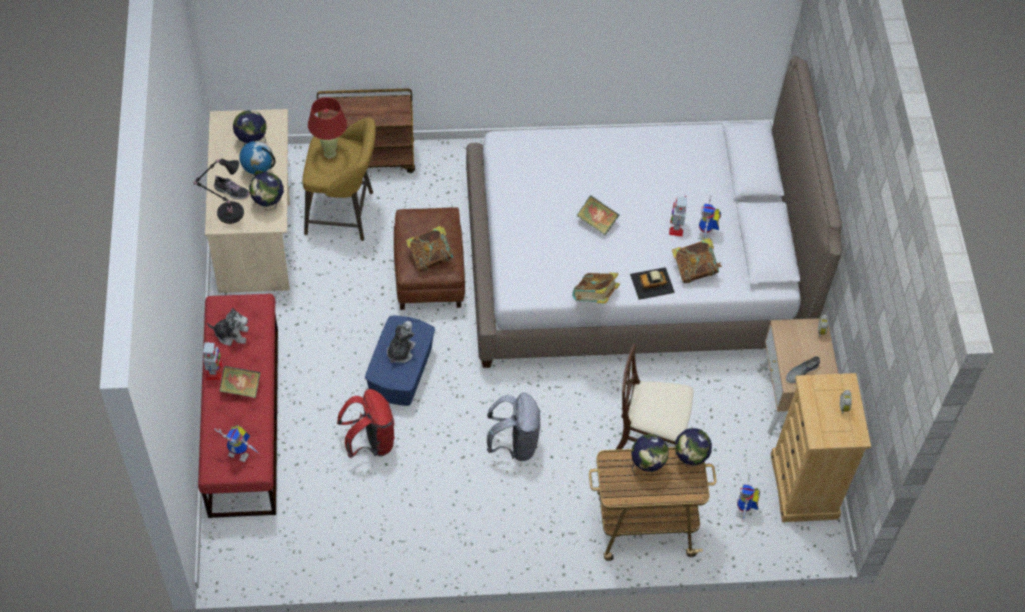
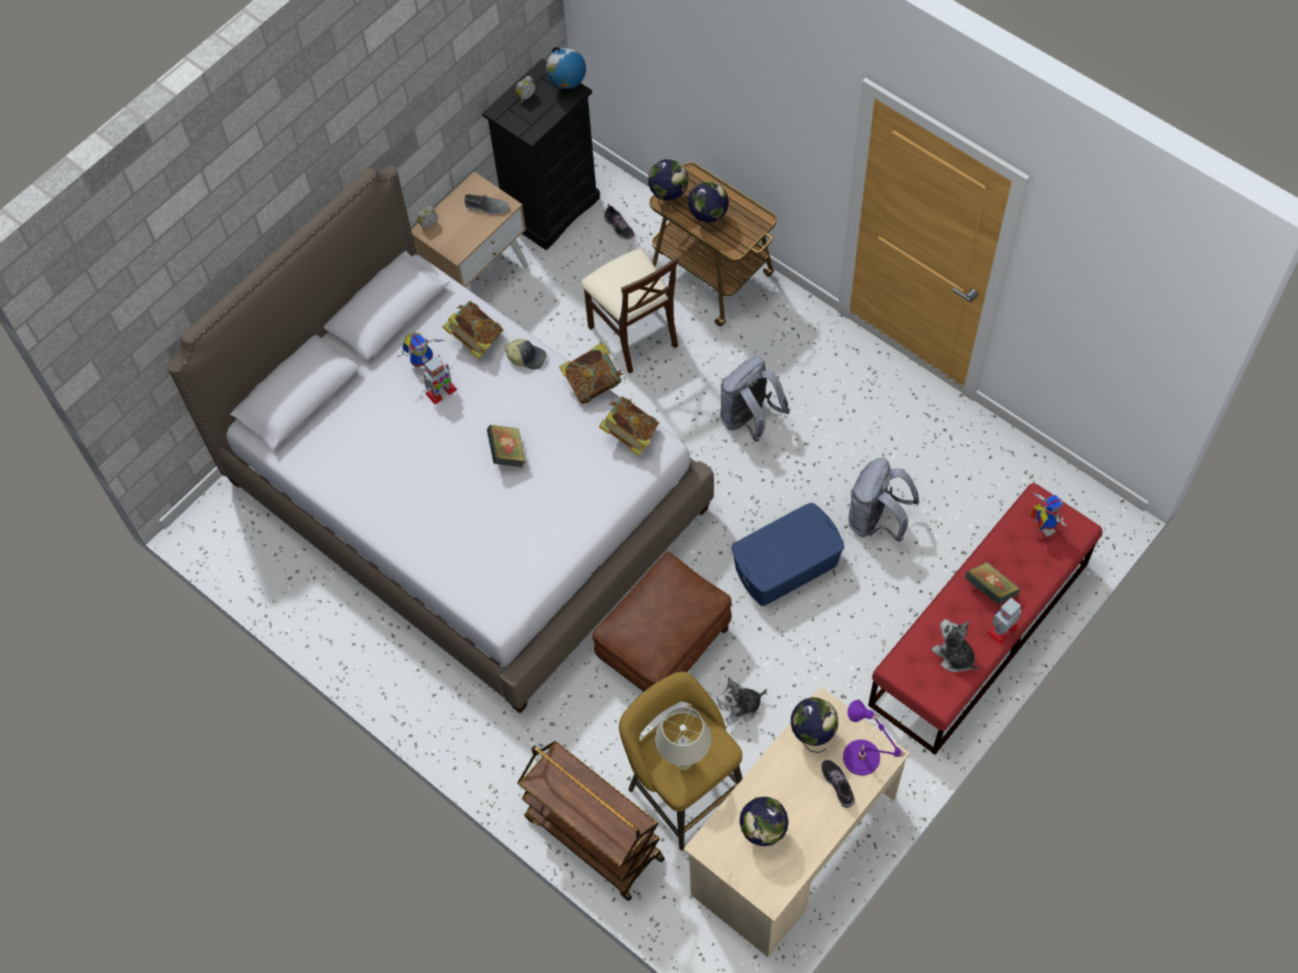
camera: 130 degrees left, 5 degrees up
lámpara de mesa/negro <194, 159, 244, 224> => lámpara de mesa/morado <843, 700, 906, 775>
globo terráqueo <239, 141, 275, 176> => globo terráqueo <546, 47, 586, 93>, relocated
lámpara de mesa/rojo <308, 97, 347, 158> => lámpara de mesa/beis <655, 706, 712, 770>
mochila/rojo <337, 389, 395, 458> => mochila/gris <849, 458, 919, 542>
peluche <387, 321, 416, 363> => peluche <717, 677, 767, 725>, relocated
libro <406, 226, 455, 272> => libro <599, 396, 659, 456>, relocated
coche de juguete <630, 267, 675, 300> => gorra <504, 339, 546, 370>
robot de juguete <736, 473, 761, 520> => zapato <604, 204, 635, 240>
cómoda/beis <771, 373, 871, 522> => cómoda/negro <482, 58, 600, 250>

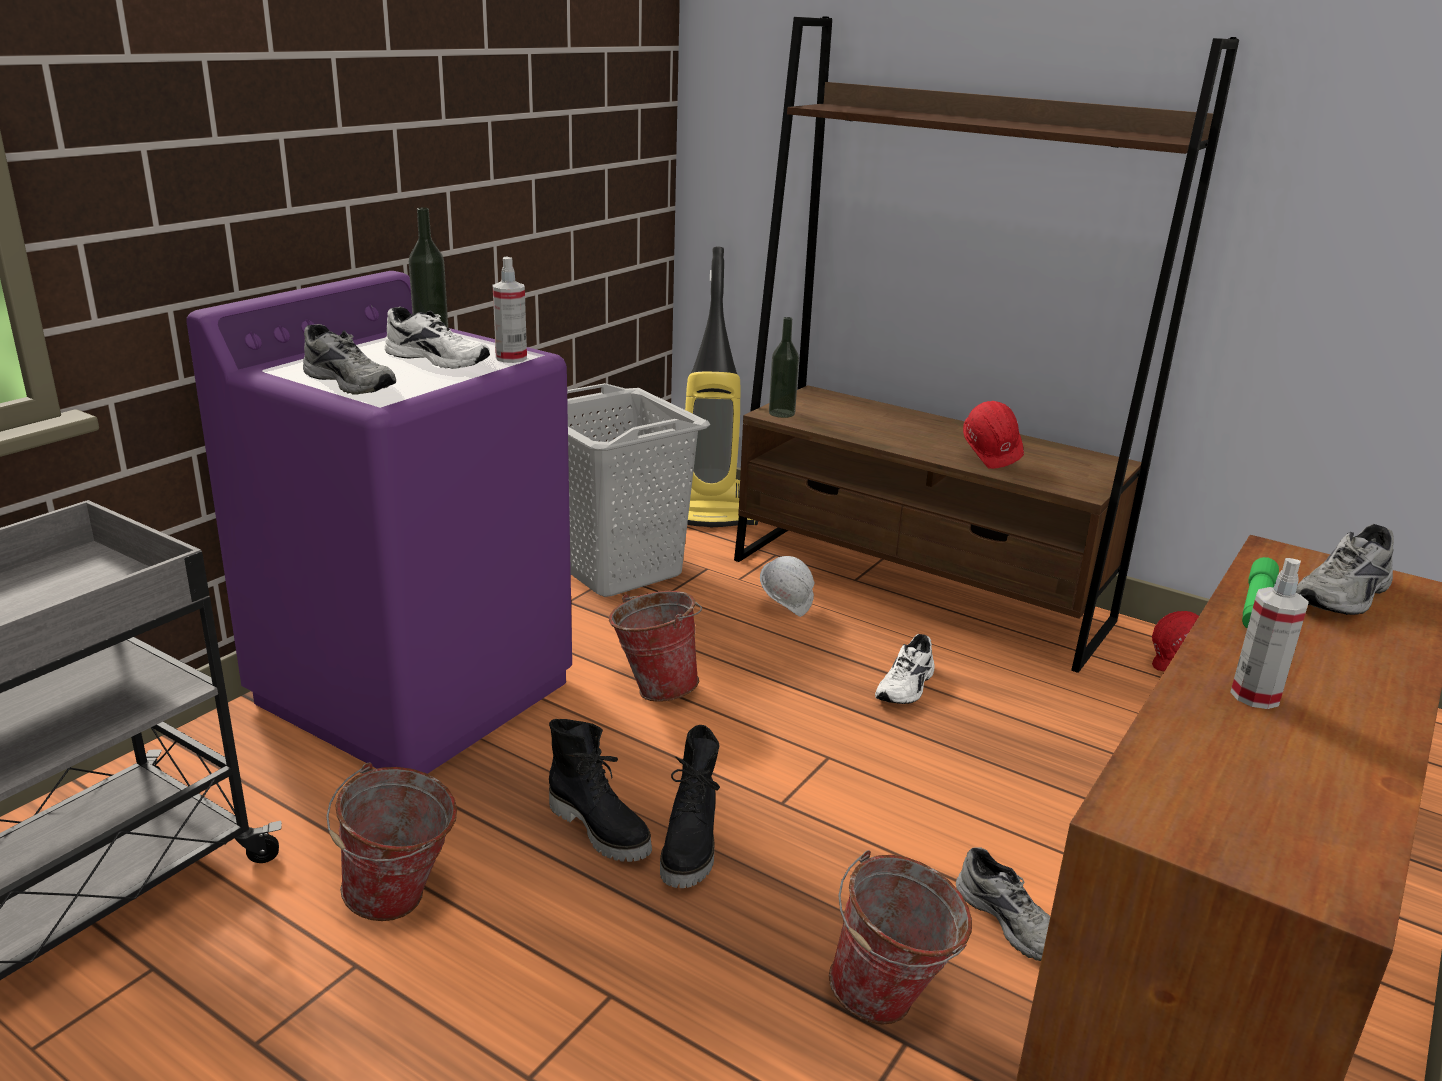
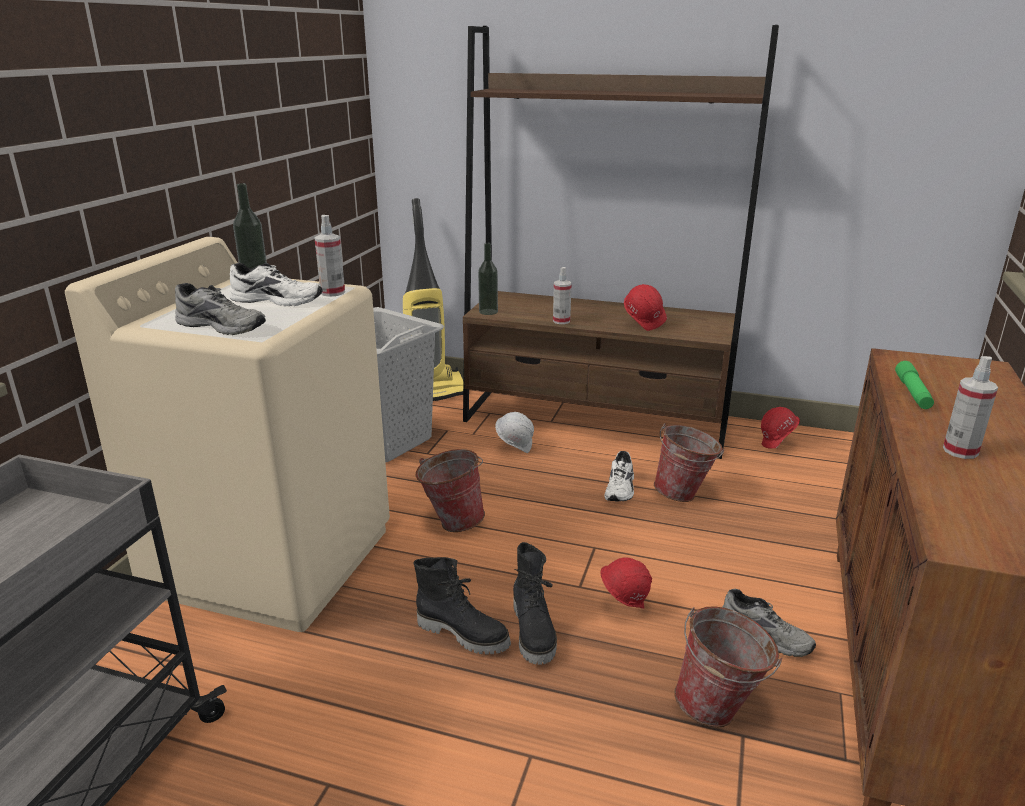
camera: 15 degrees left, 0 degrees up
lavadora/morado <187, 271, 572, 774> => lavadora/beis <65, 237, 390, 632>
cubo <326, 763, 457, 921> => cubo <654, 423, 725, 502>, relocated
zapato/gris <1296, 524, 1394, 615> => nothing
nothing => pulverizador <553, 267, 572, 324>
nothing => casco/rojo <600, 557, 652, 609>

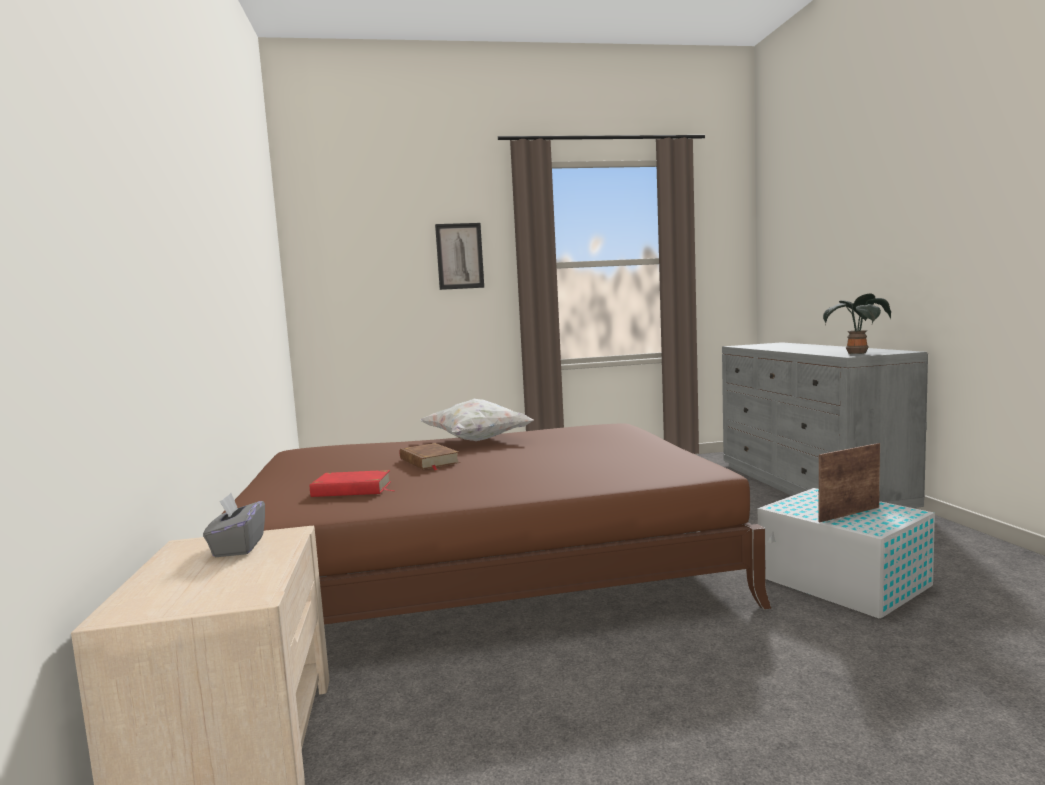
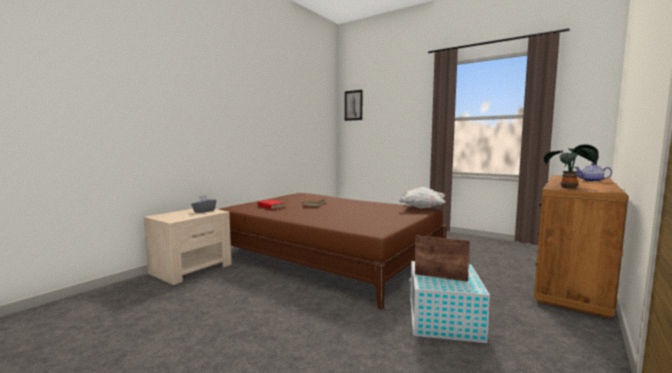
camera: 45 degrees right, 0 degrees up
cojín/blanco <421, 399, 534, 441> => cojín/blanco <398, 187, 446, 208>, relocated
cuadro <435, 223, 484, 290> => cuadro <345, 90, 363, 121>, relocated
cómoda/gris <722, 342, 928, 508> => cómoda/marrón <534, 175, 628, 319>
nothing => tetera <575, 163, 612, 182>

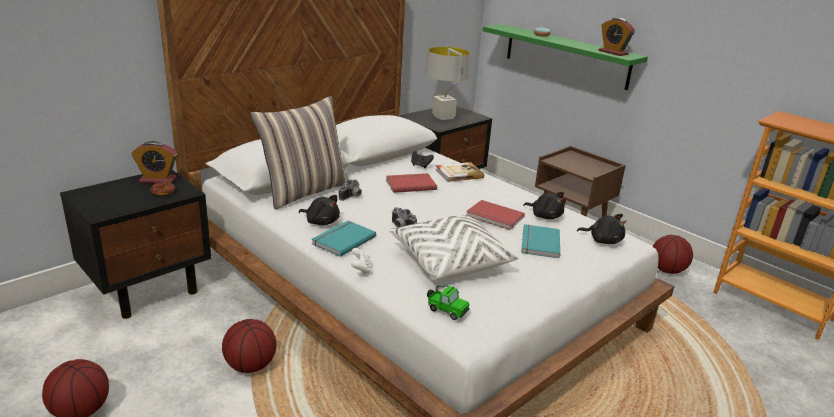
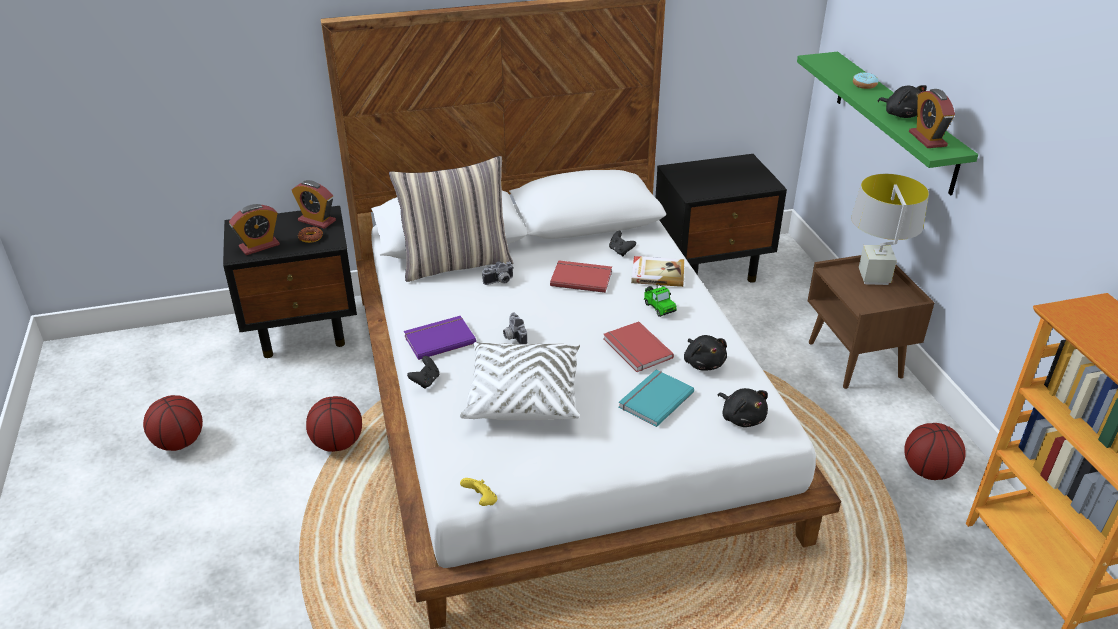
camera: 30 degrees right, 10 degrees up
peluche/negro <299, 195, 340, 225> => peluche/negro <878, 85, 927, 118>, relocated
libro/turquesa <312, 221, 376, 257> => libro/morado <404, 316, 476, 360>
mando de consola/blanco <351, 248, 371, 275> => mando de consola/negro <407, 356, 439, 389>
lámpara de mesa/gris <425, 47, 470, 120> => lámpara de mesa/gris <851, 174, 929, 285>, relocated
coche de juguete <427, 286, 470, 320> => coche de juguete <643, 284, 677, 317>, relocated
nothing => despertador <229, 204, 280, 255>
nothing => mando de consola/amarillo <460, 478, 497, 506>

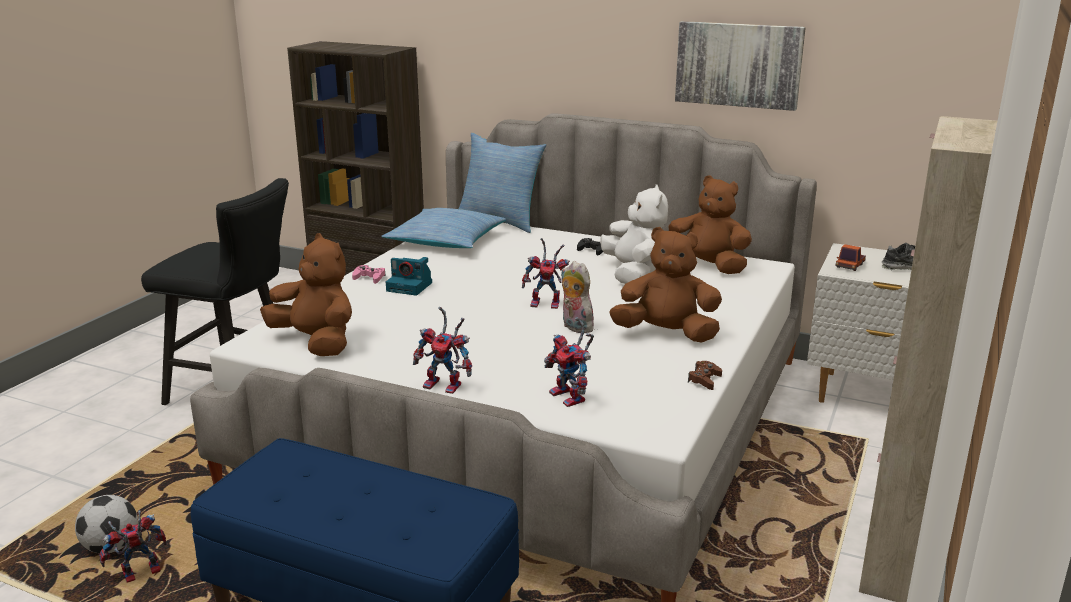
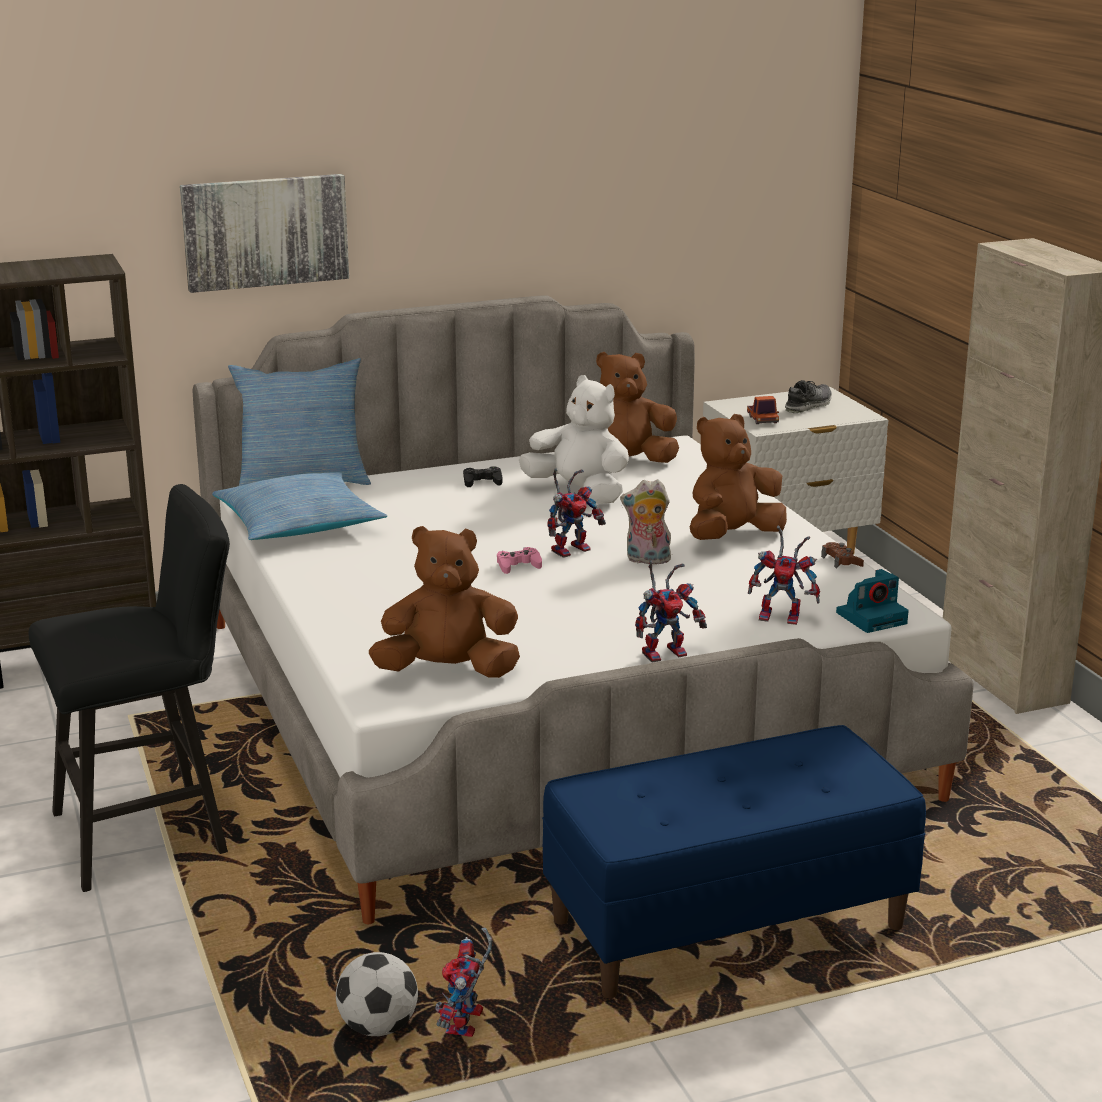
camera: 45 degrees left, 0 degrees up
mando de consola/rosa <352, 265, 385, 284> => mando de consola/rosa <497, 547, 542, 574>, relocated
cámara <386, 257, 432, 296> => cámara <836, 569, 909, 633>, relocated
cuadro <675, 21, 806, 111> => cuadro <180, 174, 349, 293>, relocated

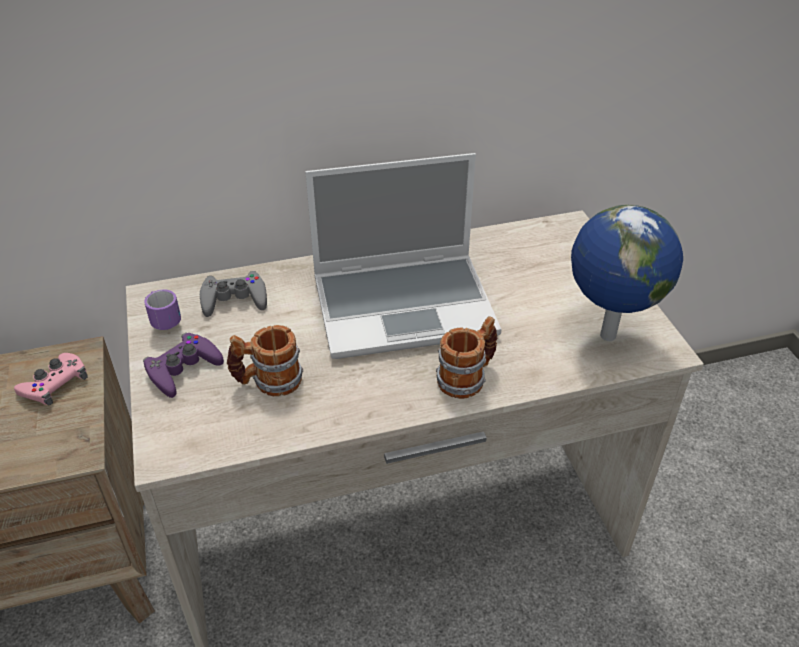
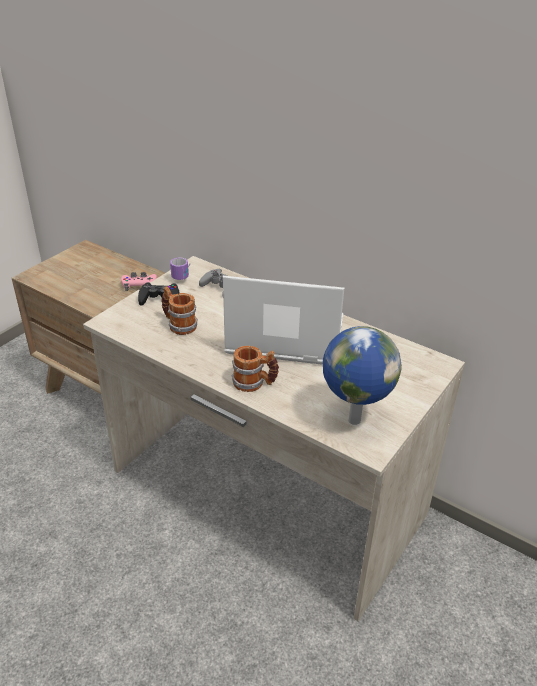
camera: 50 degrees right, 5 degrees down
mando de consola/morado <143, 333, 224, 398> => mando de consola/negro <138, 282, 179, 306>
portátil <305, 153, 501, 359> => portátil <223, 276, 344, 365>, 150 degrees clockwise

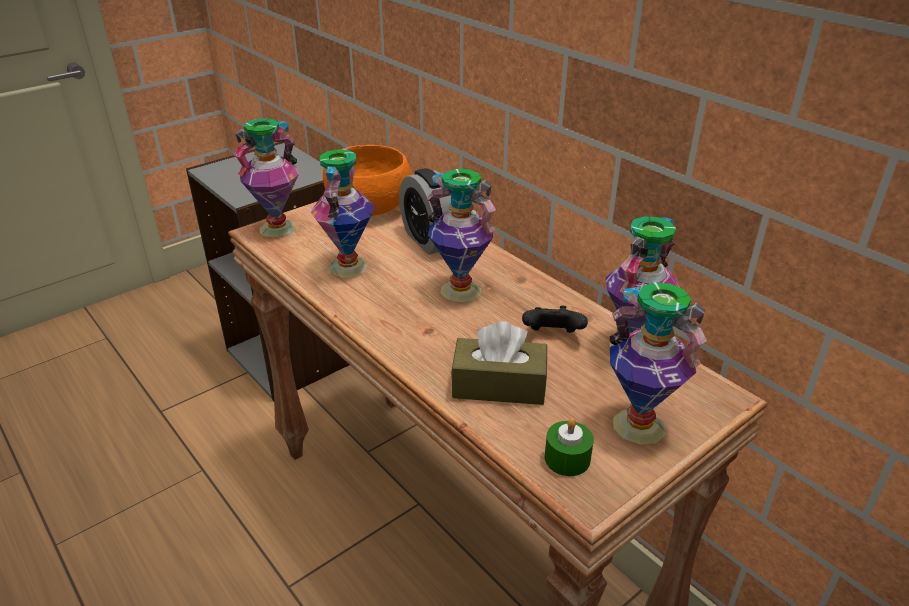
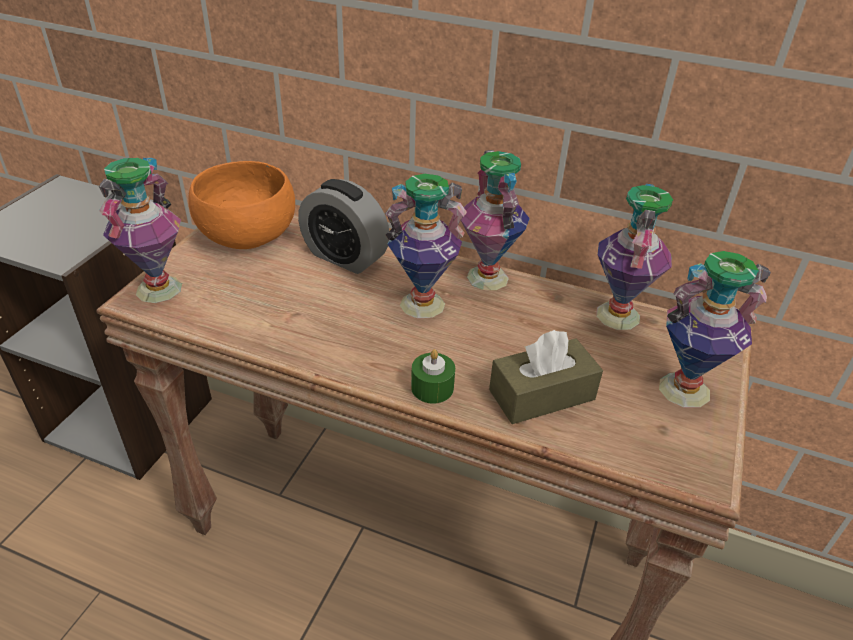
camera: 30 degrees left, 5 degrees up
florero <311, 149, 375, 278> => florero <461, 150, 530, 290>, relocated
mando de consola/negro <522, 306, 588, 333> => nothing
vela/verde <545, 418, 594, 476> => vela/verde <411, 349, 455, 404>, relocated

